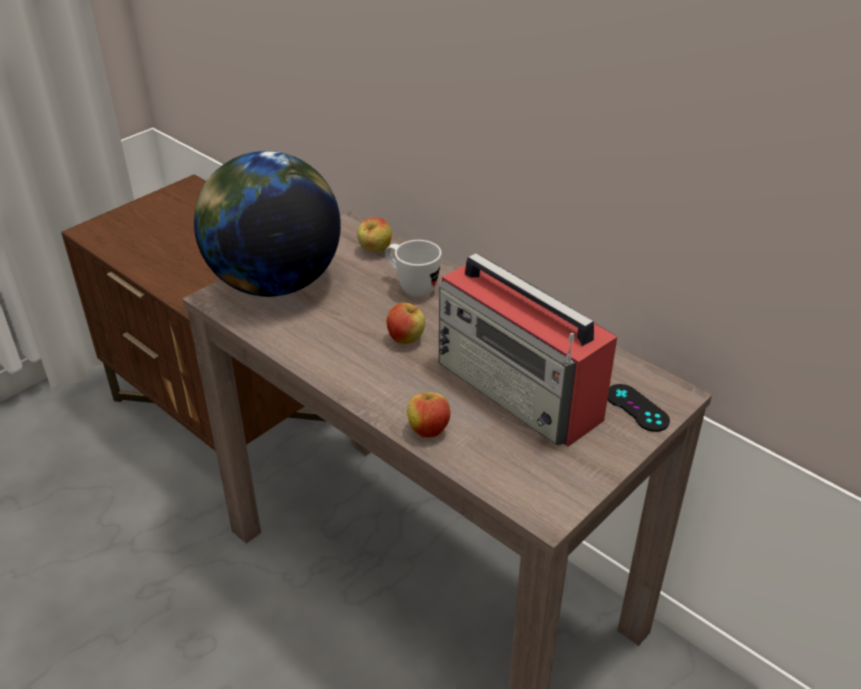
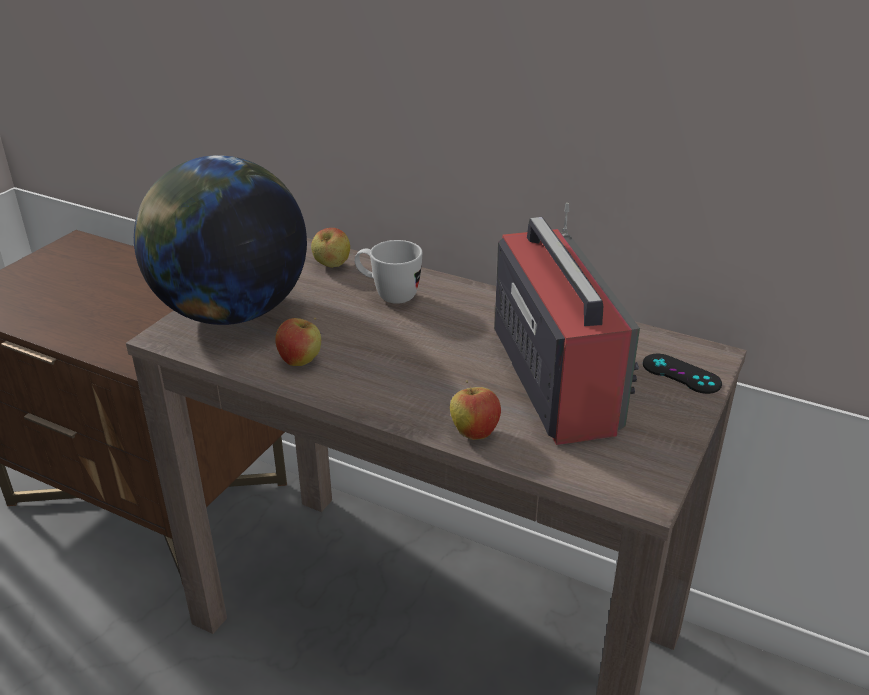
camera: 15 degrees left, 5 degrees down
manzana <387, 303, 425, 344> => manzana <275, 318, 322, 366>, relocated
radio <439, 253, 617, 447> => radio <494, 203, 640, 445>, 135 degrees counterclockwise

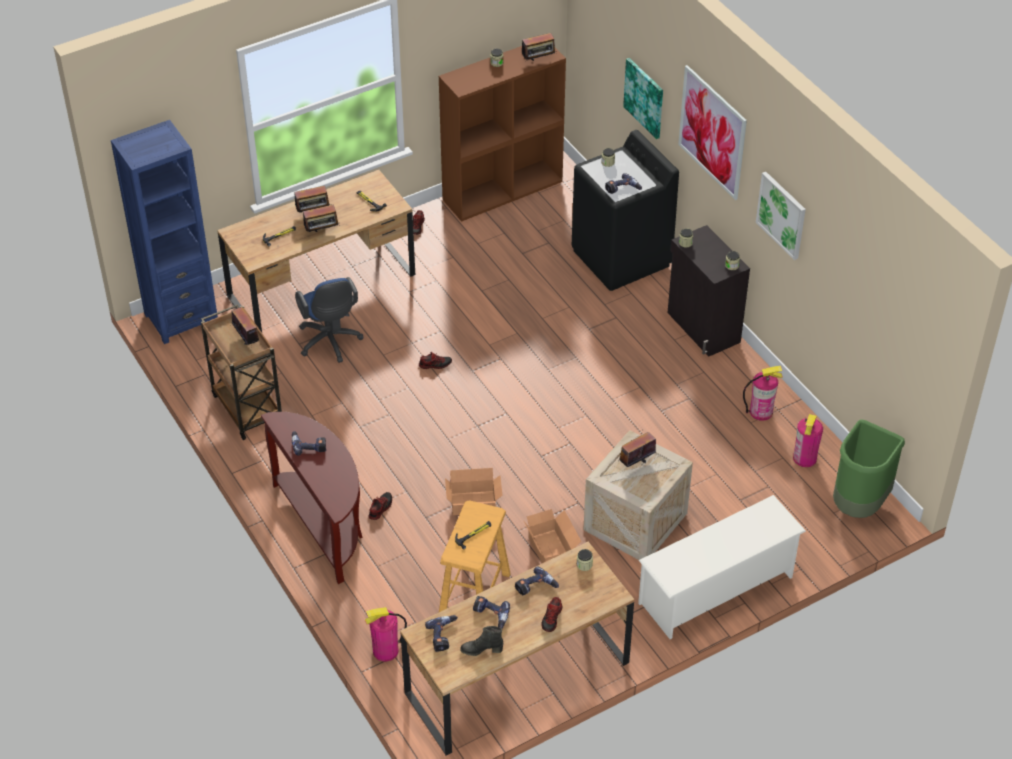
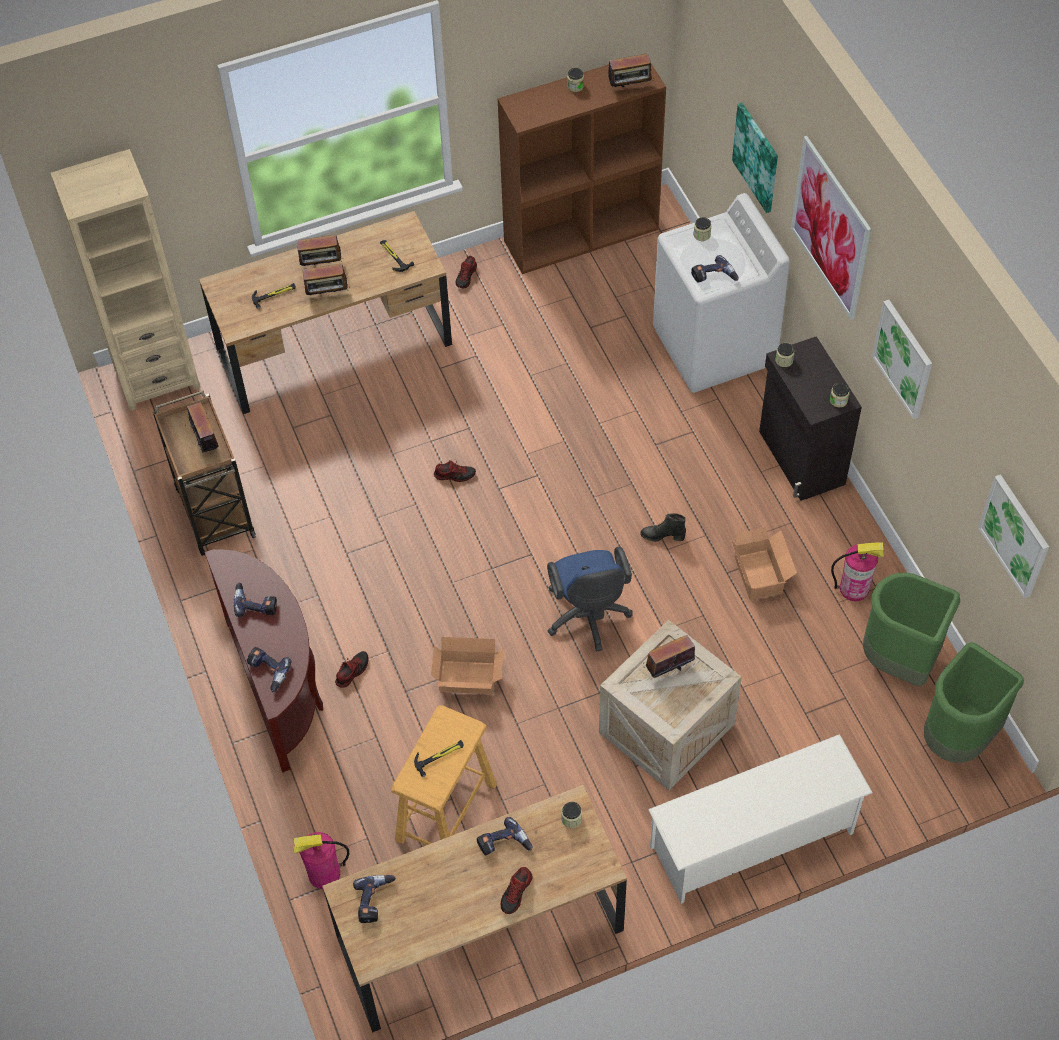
camera: 10 degrees right, 10 degrees up
estantería/azul <111, 120, 218, 344> => estantería/beis <51, 149, 200, 411>
silla de oficina/azul <295, 277, 363, 363> => silla de oficina/azul <547, 546, 632, 651>, relocated
bota/negro <460, 626, 503, 656> => bota/negro <640, 513, 686, 542>, relocated
taladro <473, 596, 510, 629> => taladro <247, 647, 292, 692>, relocated
caja de cartón <524, 509, 582, 563> => caja de cartón <731, 527, 797, 600>, relocated
lavadora/negro <572, 130, 679, 291> => lavadora/blanco <653, 193, 790, 393>
extintor <793, 414, 823, 467> => papelera/verde <863, 572, 960, 686>
nothing => cuadro <978, 474, 1049, 598>

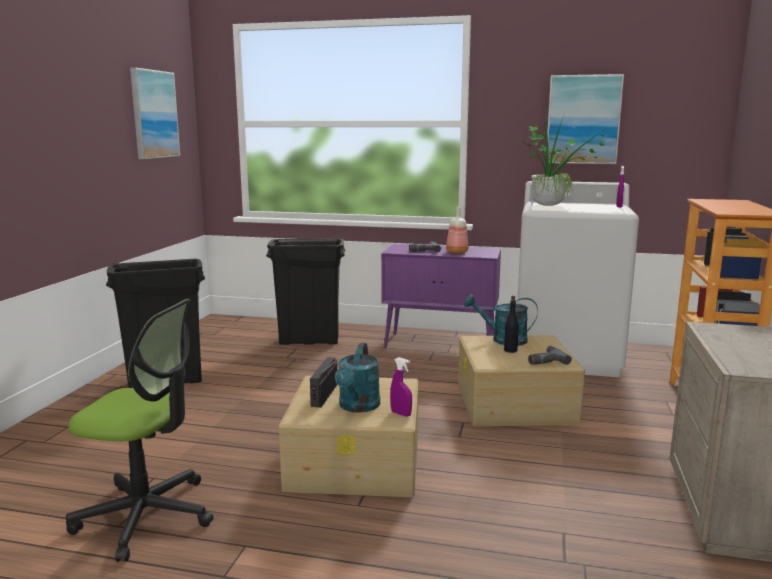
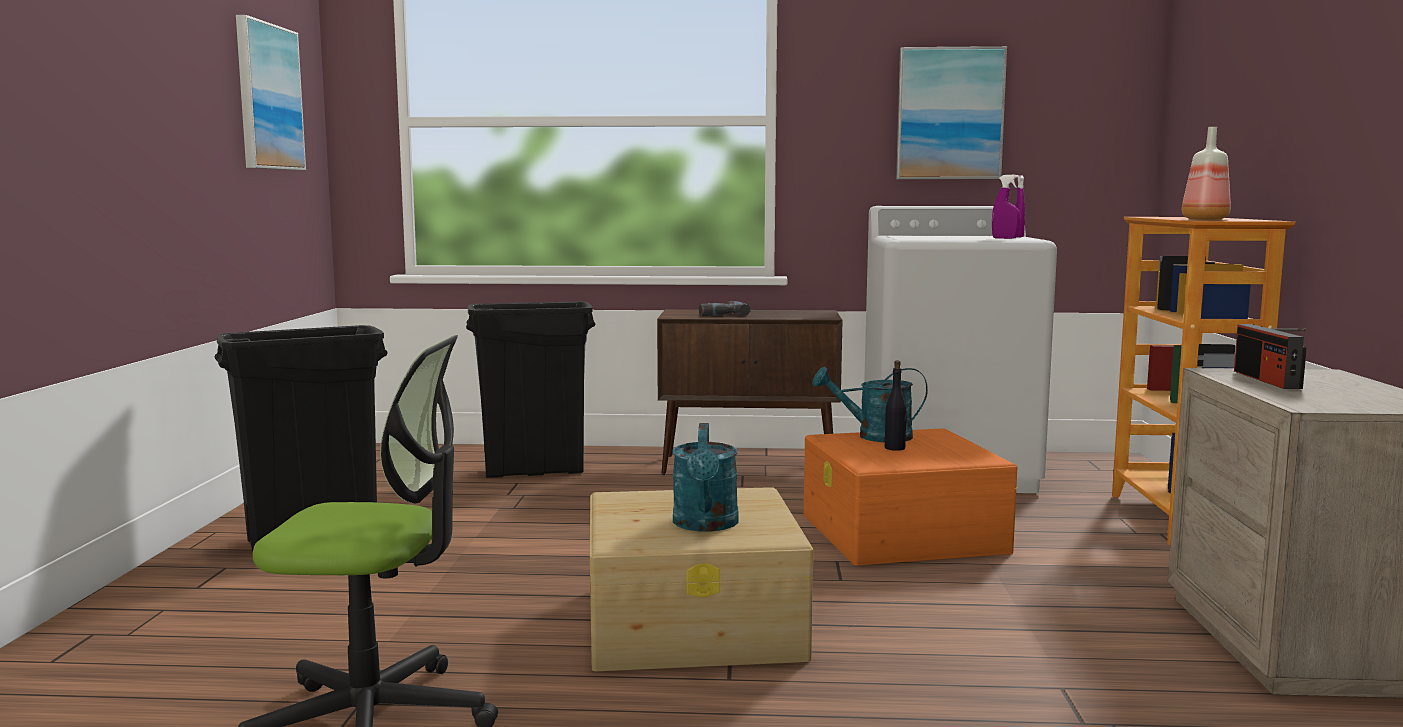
camera: 10 degrees left, 5 degrees down
radio <310, 357, 337, 408> => radio <1234, 324, 1307, 389>, relocated
armario/morado <381, 244, 501, 348> => armario/marrón <657, 309, 843, 475>
pulverizador/morado <390, 357, 412, 417> => pulverizador/morado <992, 175, 1020, 239>, relocated
botella <446, 207, 468, 254> => botella <1182, 127, 1231, 220>, relocated
caja de almacenaje/beis <458, 335, 585, 426> => caja de almacenaje/naranja <804, 428, 1018, 565>
planta en maceta <523, 111, 606, 206> => nothing
taladro <528, 346, 572, 365> => nothing

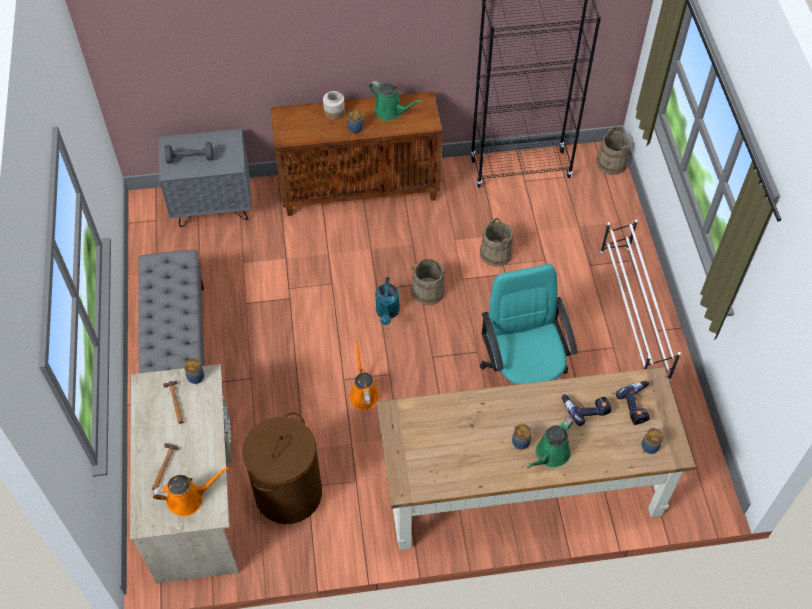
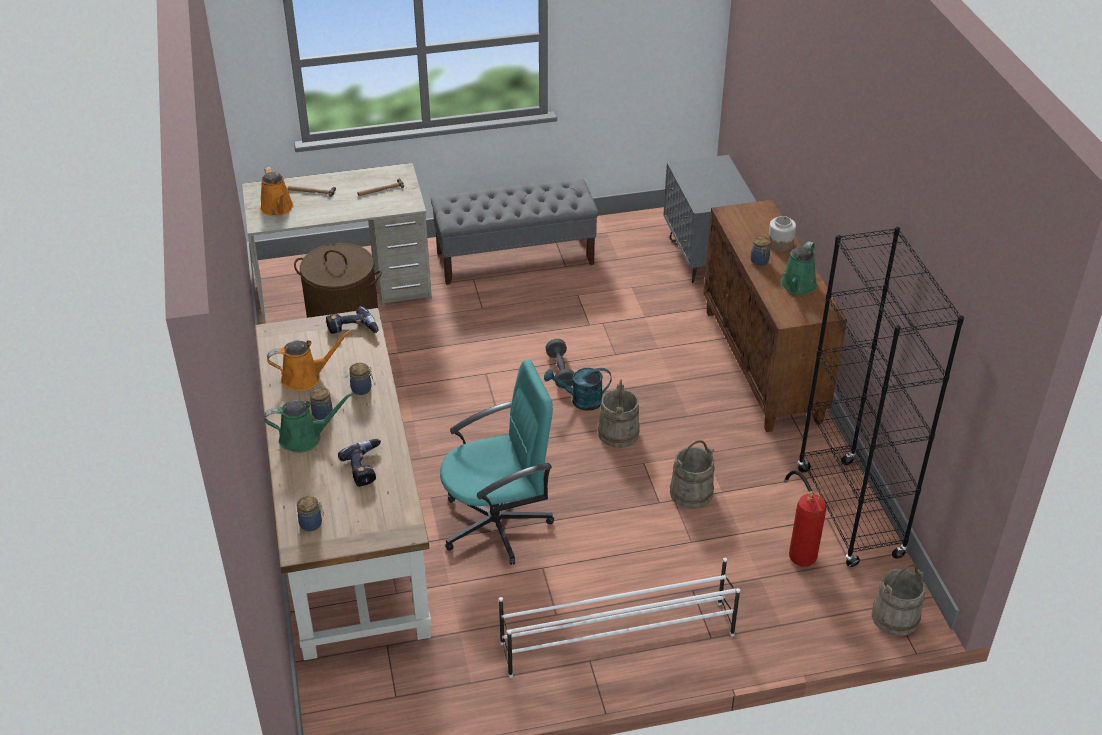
camera: 85 degrees right, 15 degrees down
mancuerna/gris <165, 142, 213, 164> => mancuerna/gris <546, 339, 574, 388>, relocated
tarro <184, 359, 204, 384> => tarro <349, 363, 373, 395>, relocated
regadera/naranja <350, 341, 380, 410> => regadera/naranja <267, 330, 351, 391>, relocated
regadera/verde <527, 418, 573, 469> => regadera/verde <264, 393, 354, 453>, 135 degrees clockwise
taladro <616, 381, 650, 425> => taladro <326, 306, 379, 334>, relocated
nothing => extintor <784, 470, 826, 566>

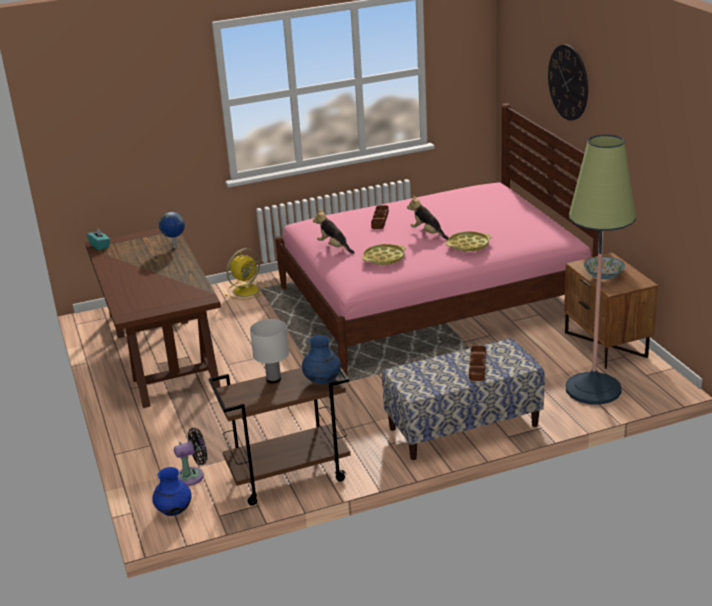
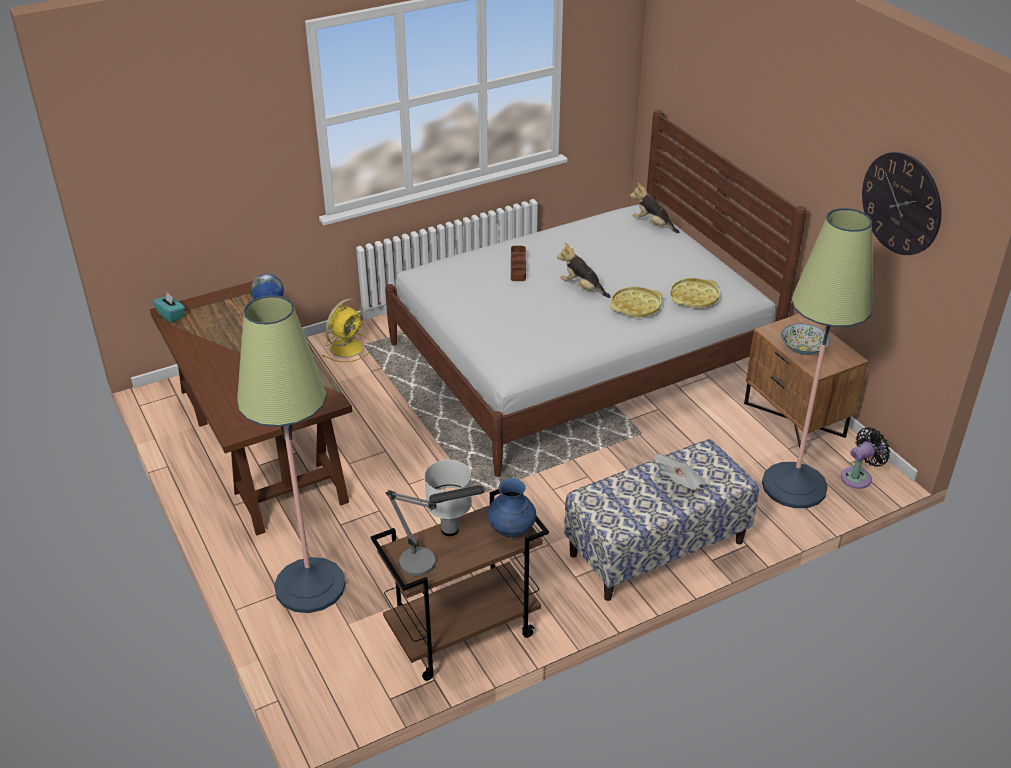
camera: 10 degrees left, 10 degrees up
florero/azul <152, 467, 191, 516> => nothing
ventilador/negro <174, 428, 207, 486> => ventilador/negro <841, 427, 890, 489>, relocated
cama/rosa <275, 103, 604, 375> => cama/blanco <385, 110, 807, 477>
peluche <313, 209, 355, 254> => peluche <630, 182, 679, 233>, relocated
bandeja/amarillo <362, 244, 406, 266> => bandeja/amarillo <670, 278, 720, 309>, relocated
bandeja/marrón <469, 346, 486, 381> => periódico <654, 454, 709, 491>
reloj de pared <548, 44, 588, 121> => reloj de pared <862, 152, 942, 255>, relocated
nothing => lámpara de pie <237, 295, 346, 613>
nothing => lámpara de mesa <386, 485, 484, 576>

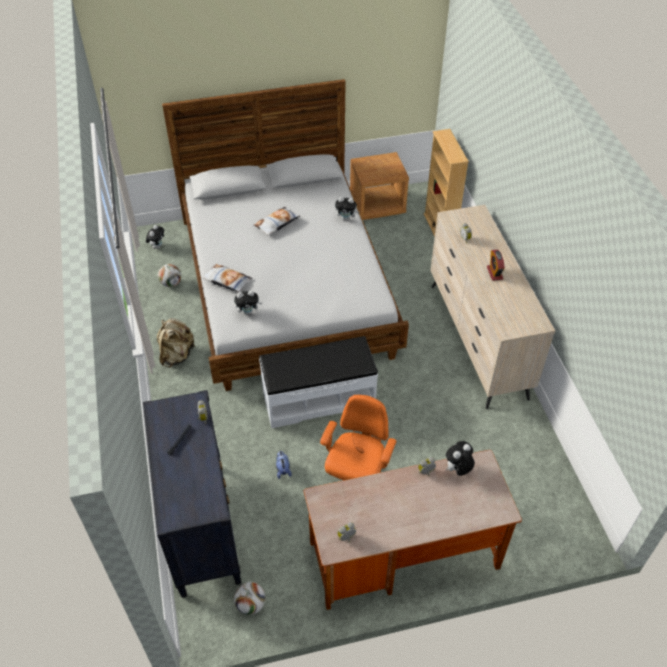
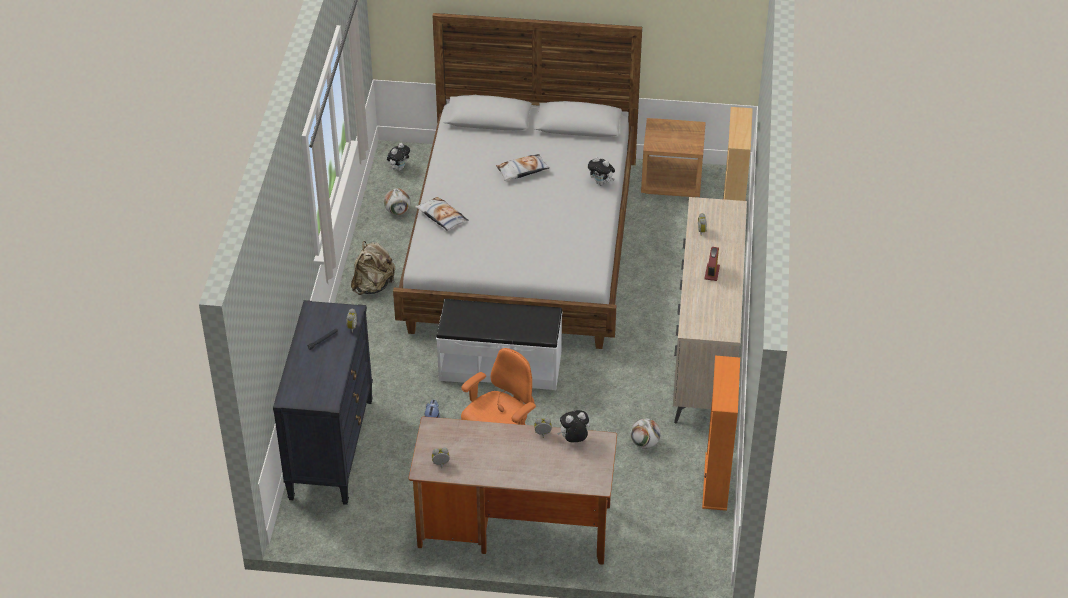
camera: 20 degrees right, 5 degrees down
peluche <234, 290, 262, 315> => nothing
balón de fútbol <234, 582, 265, 615> => balón de fútbol <630, 418, 661, 449>, relocated
nothing => estantería/naranja <702, 356, 740, 511>

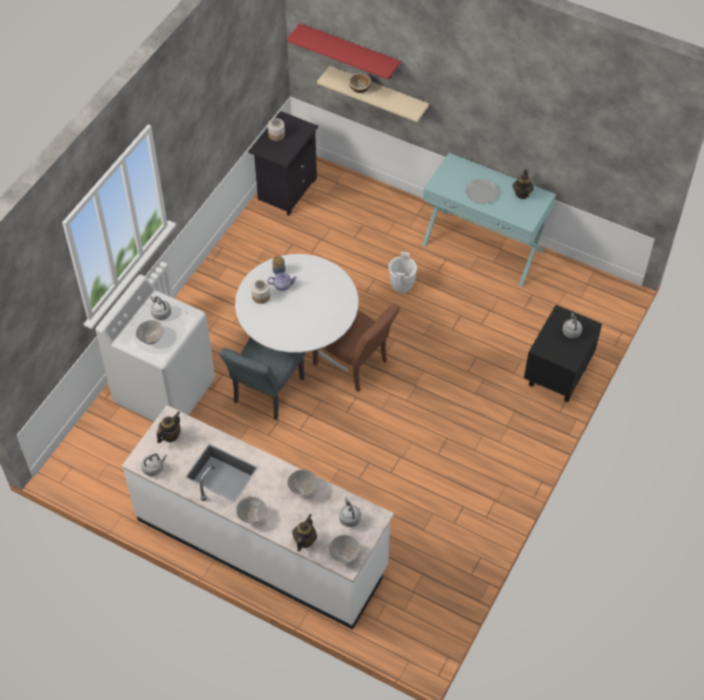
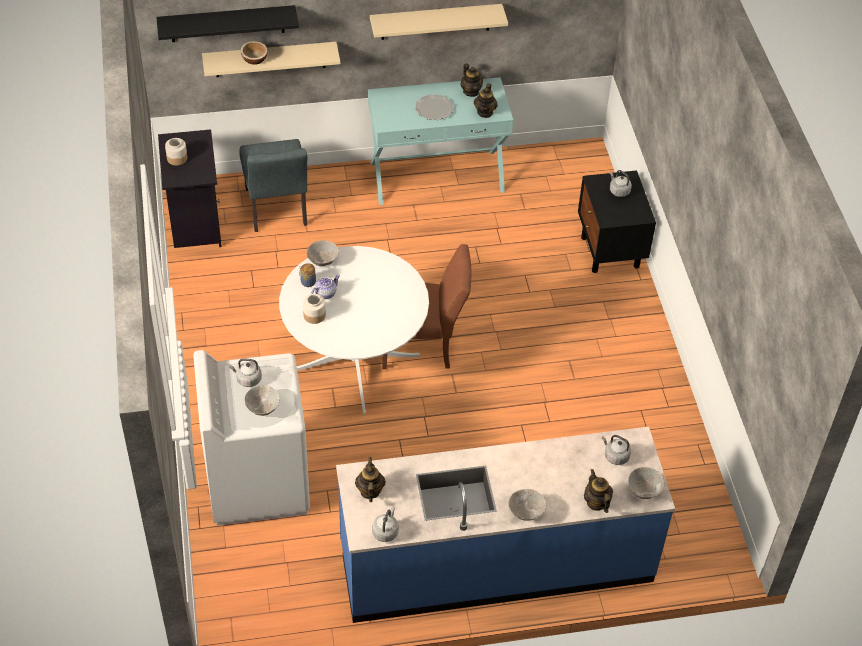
camera: 40 degrees left, 5 degrees down
mueble bajo de cocina/blanco <122, 405, 394, 630> => mueble bajo de cocina/azul <336, 427, 675, 623>
silla/gris <219, 337, 305, 420> => silla/gris <240, 139, 308, 232>, relocated
estante/rojo <287, 24, 401, 79> => estante/negro <156, 5, 299, 42>
cuenco/gris <287, 469, 318, 496> => cuenco/gris <307, 240, 339, 266>, relocated
cubo/blanco <389, 252, 417, 292> => nothing
nothing => estante/beis <370, 4, 508, 40>
nothing => tetera <474, 83, 498, 118>

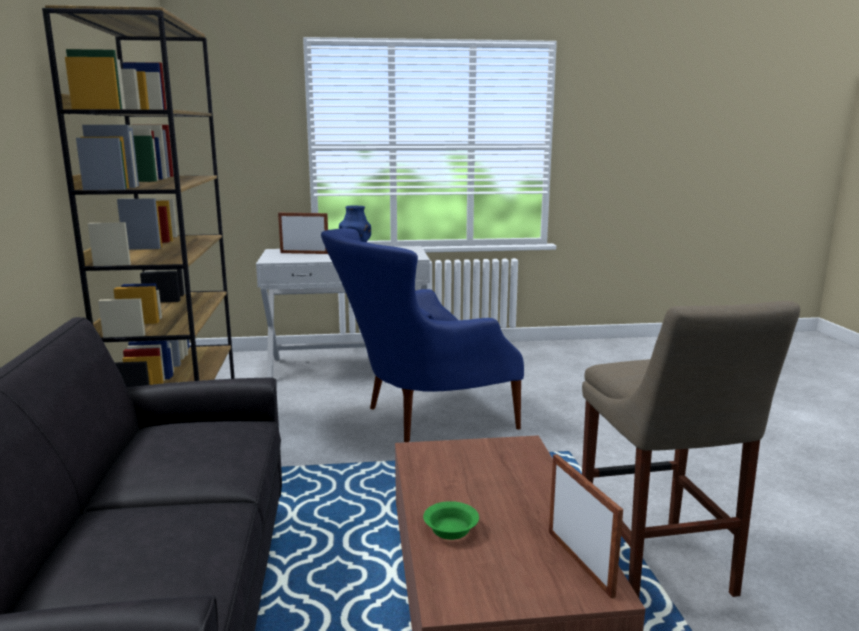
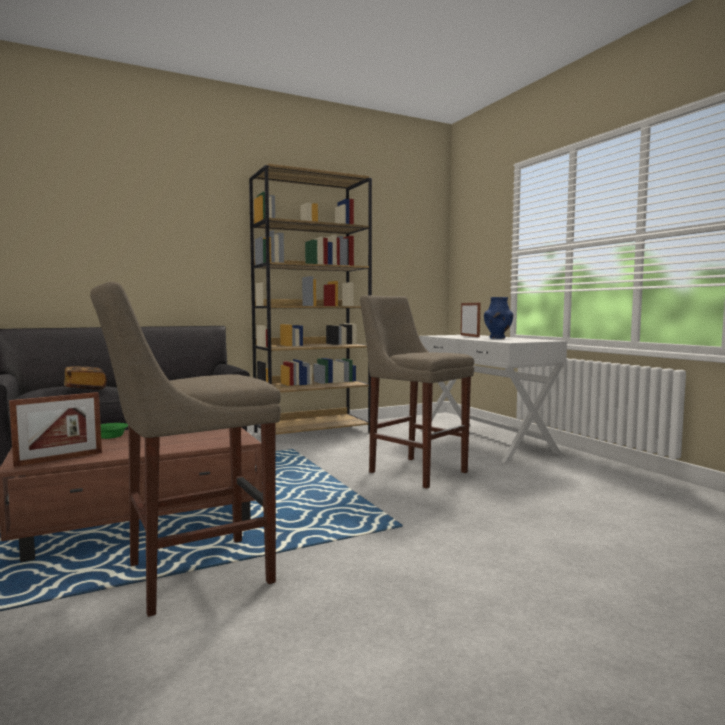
camera: 70 degrees right, 10 degrees down
sillón/azul <321, 228, 524, 442> => taburete/beis <360, 295, 474, 489>
nothing => libro <64, 366, 107, 390>

